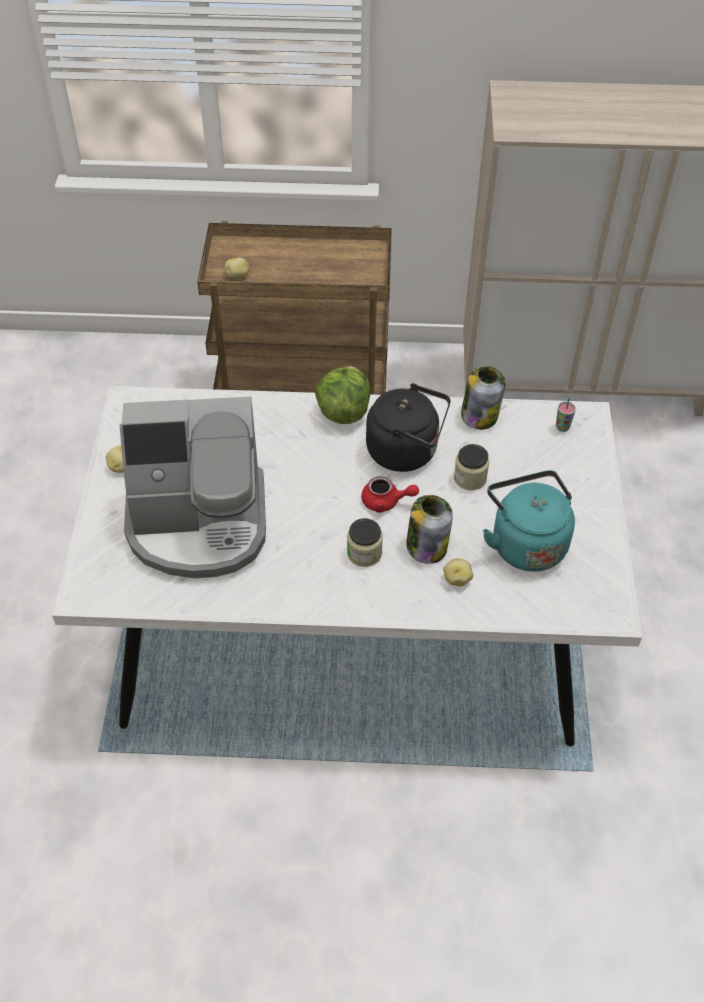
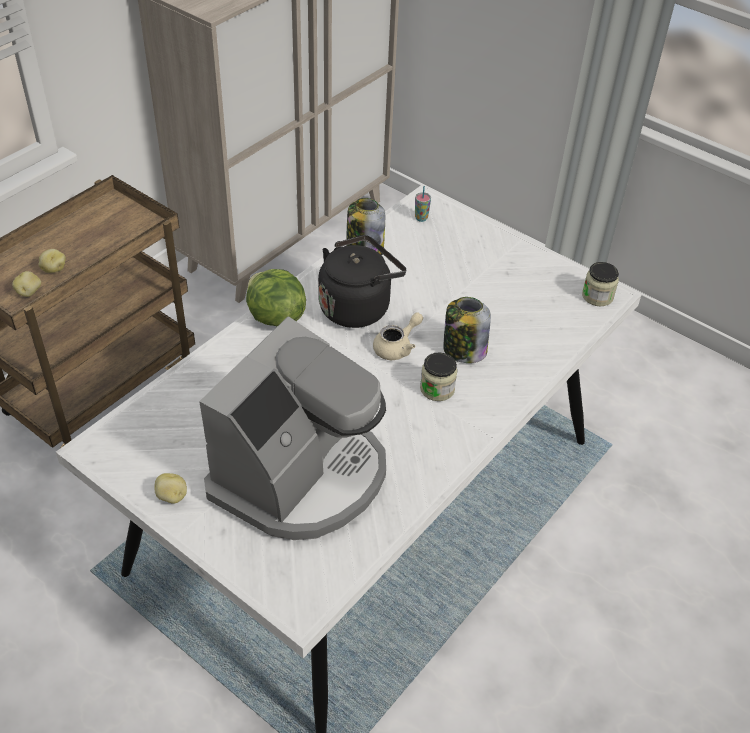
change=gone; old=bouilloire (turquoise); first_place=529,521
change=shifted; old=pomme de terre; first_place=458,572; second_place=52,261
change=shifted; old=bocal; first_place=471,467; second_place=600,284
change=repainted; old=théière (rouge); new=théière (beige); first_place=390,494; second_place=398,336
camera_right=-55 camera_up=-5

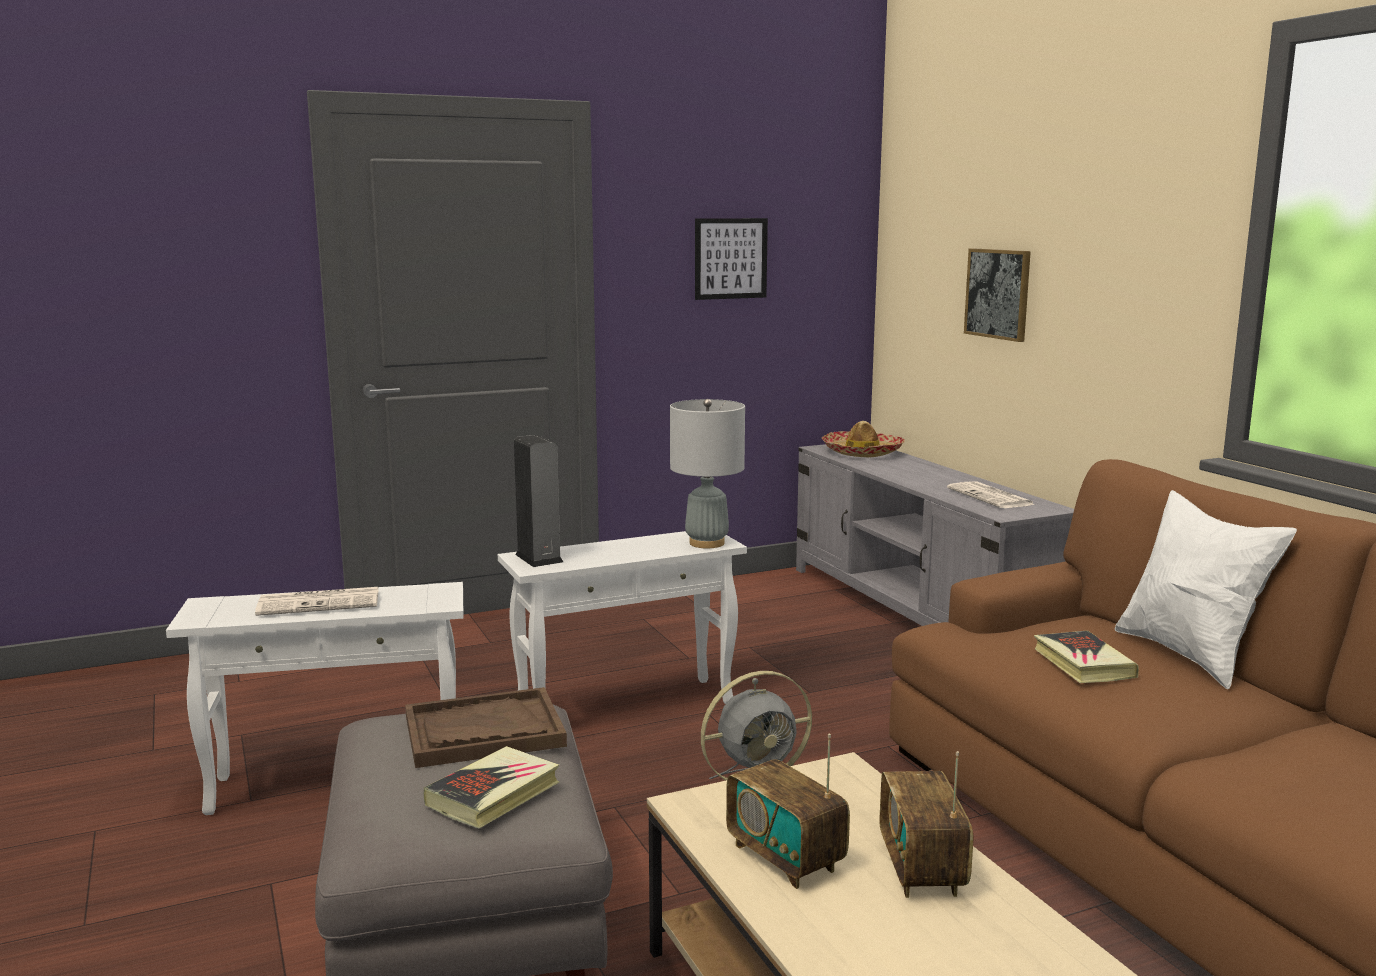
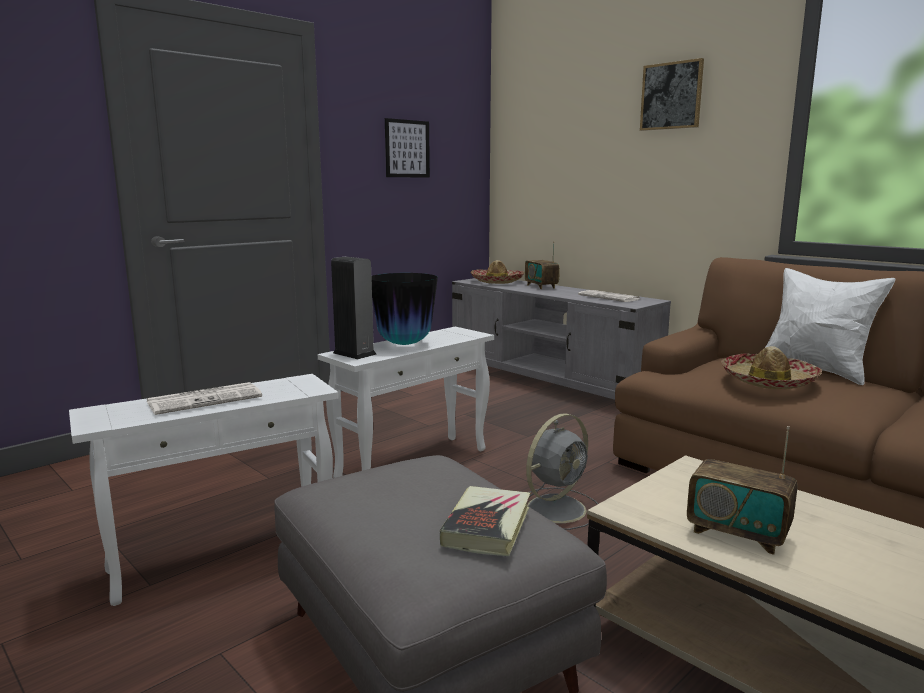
change=gone; old=plateau (marron); first_place=486,727
change=gone; old=lampe de table (gris); first_place=707,473
change=new; new=vase; second_place=404,309
change=shifted; old=radio; first_place=926,824; second_place=542,265
change=shifted; old=tableau; first_place=997,295; second_place=672,94
change=swapped; old=livre; new=chapeau; first_place=1086,657; second_place=771,367
camera_right=-20 camera_up=0

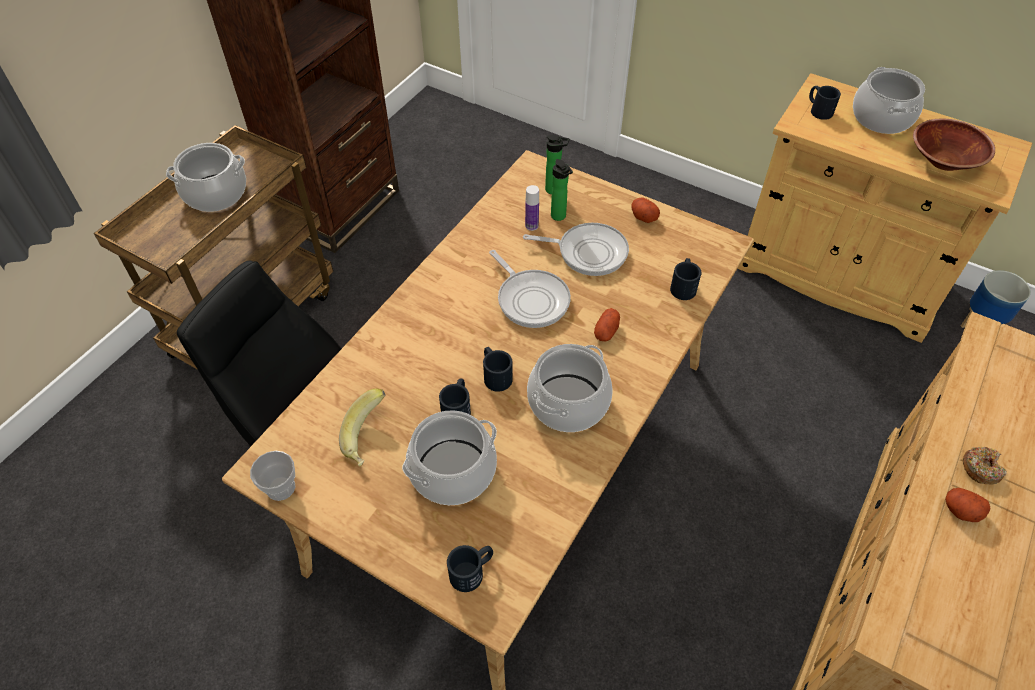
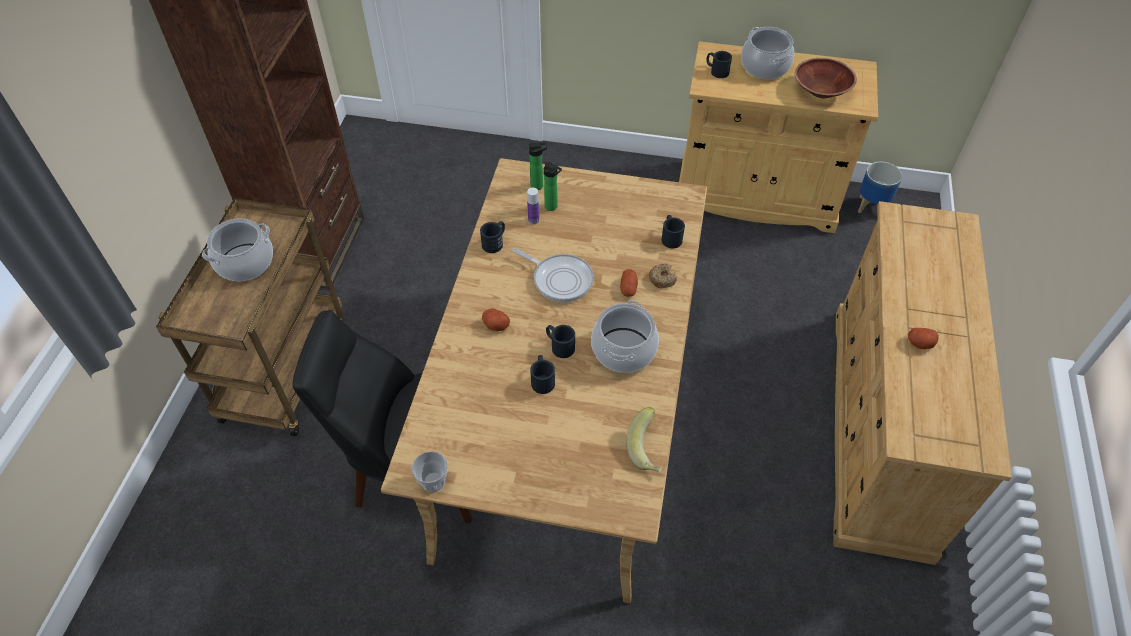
change=gone; old=marmite; first_place=449,457
change=gone; old=poêle; first_place=576,249
change=shifted; old=banane; first_place=362,427; second_place=644,440
change=shifted; old=mug (noir); first_place=470,568; second_place=492,237
change=shifted; old=pomme de terre; first_place=645,210; second_place=496,319
change=shifted; old=beignet; first_place=985,465; second_place=662,276
camera_right=-20 camera_up=0

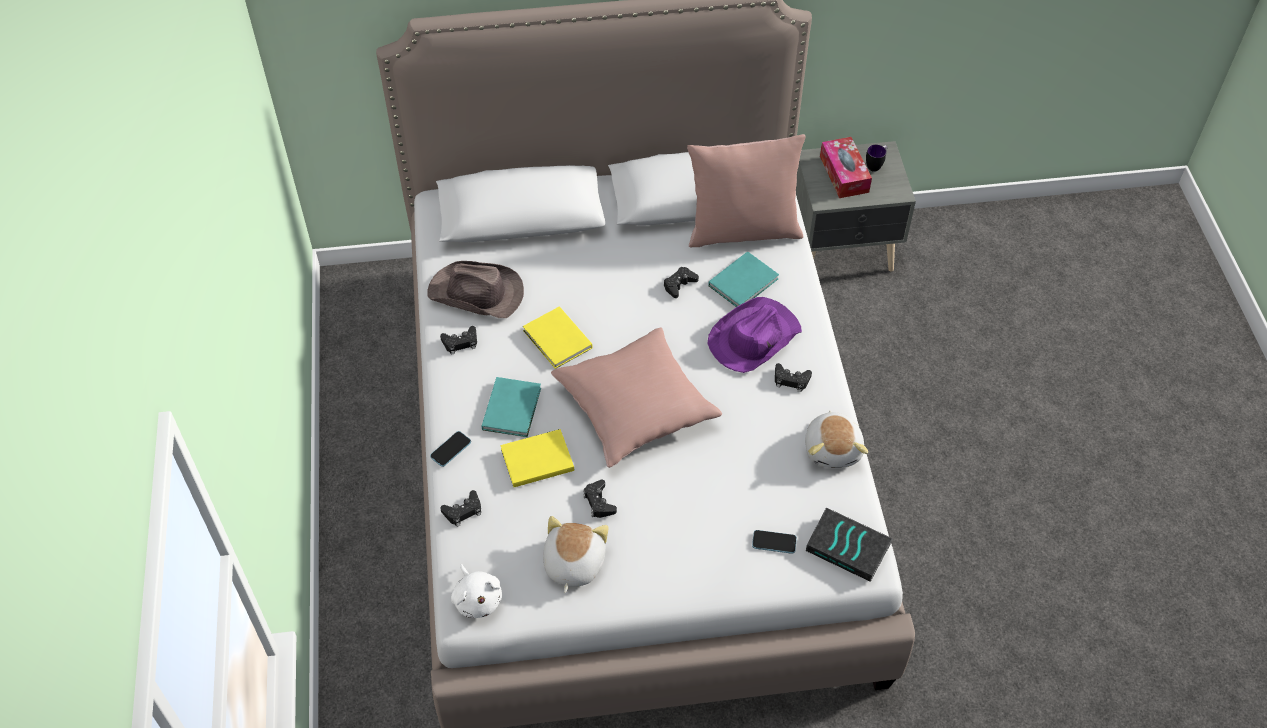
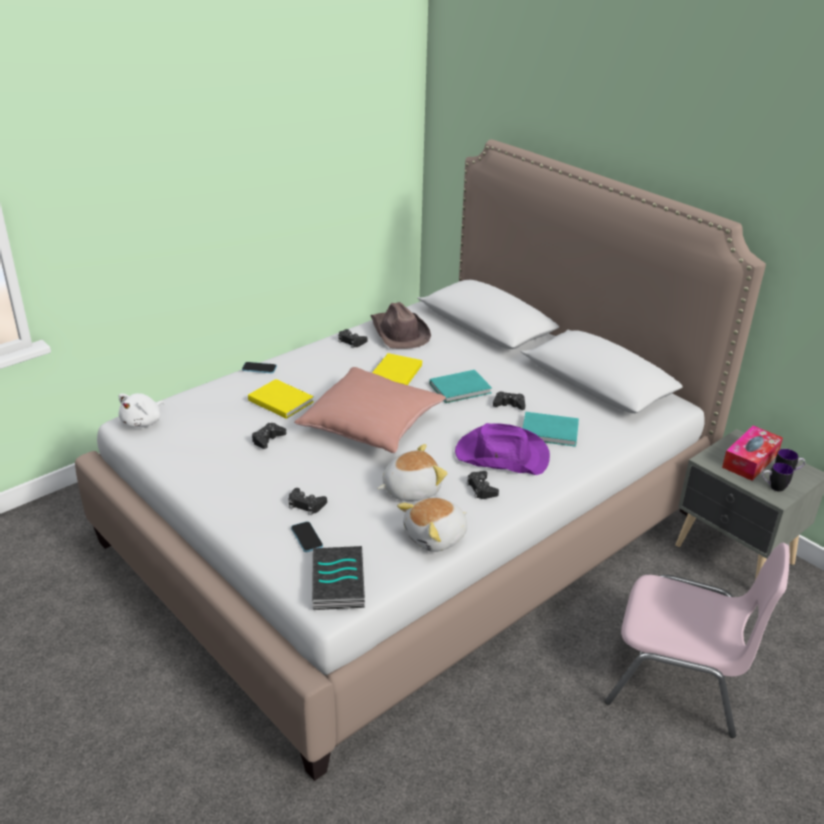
change=gone; old=coussin (rose); first_place=746,190
change=new; new=chaise (rose); second_place=697,640
change=new; new=mug; second_place=778,477
change=shifted; old=manette (noir); first_place=460,508; second_place=308,501
change=shifted; old=livre (turquoise); first_place=511,407; second_place=461,386
change=shifted; old=peluche; first_place=576,554; second_place=412,472
camera_right=55 camera_up=-20

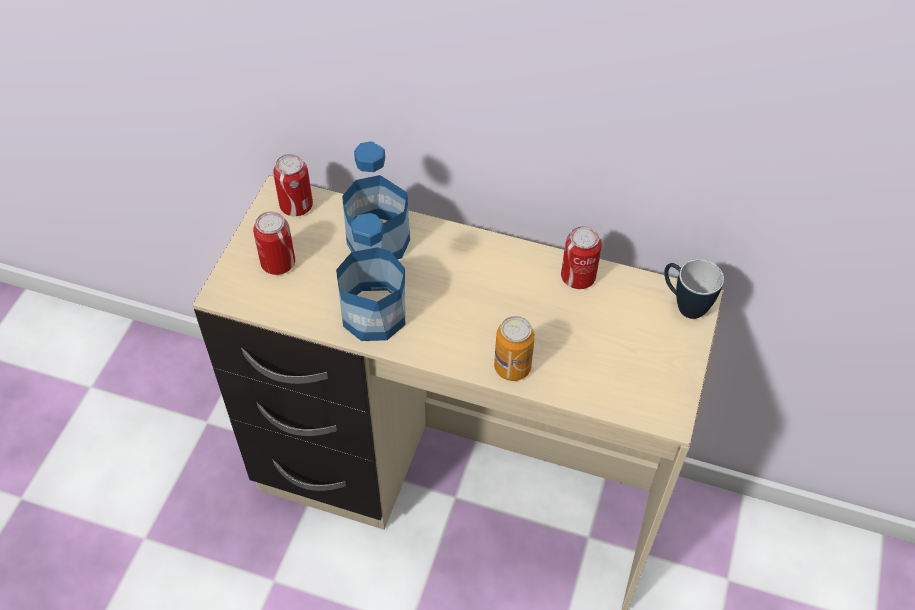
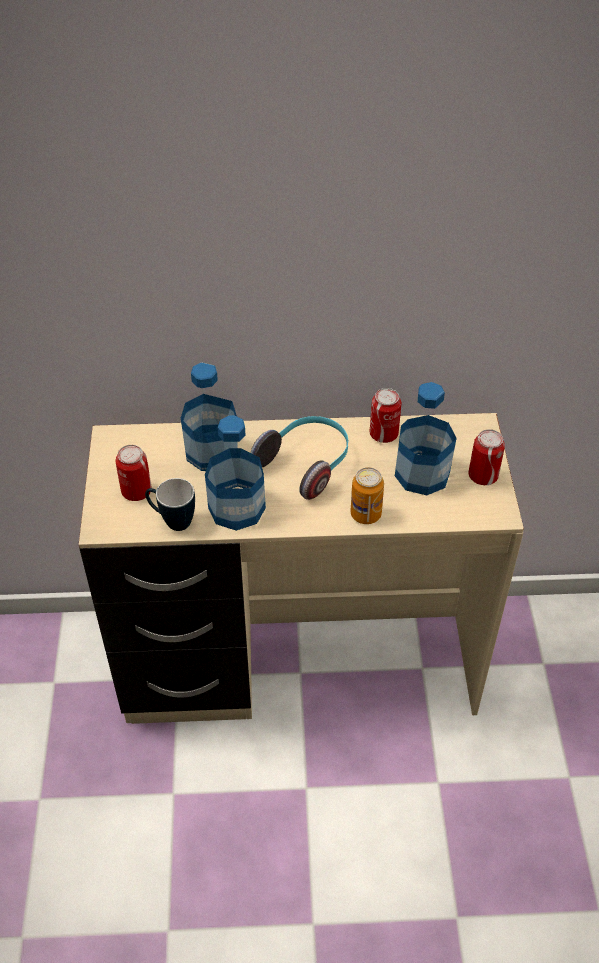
change=new; new=casque audio; second_place=299,458
change=new; new=bouteille; second_place=426,438
change=shifted; old=boîte métallique; first_place=293,185; second_place=486,457
change=shifted; old=mug; first_place=694,289; second_place=170,504
camera_right=-20 camera_up=-5

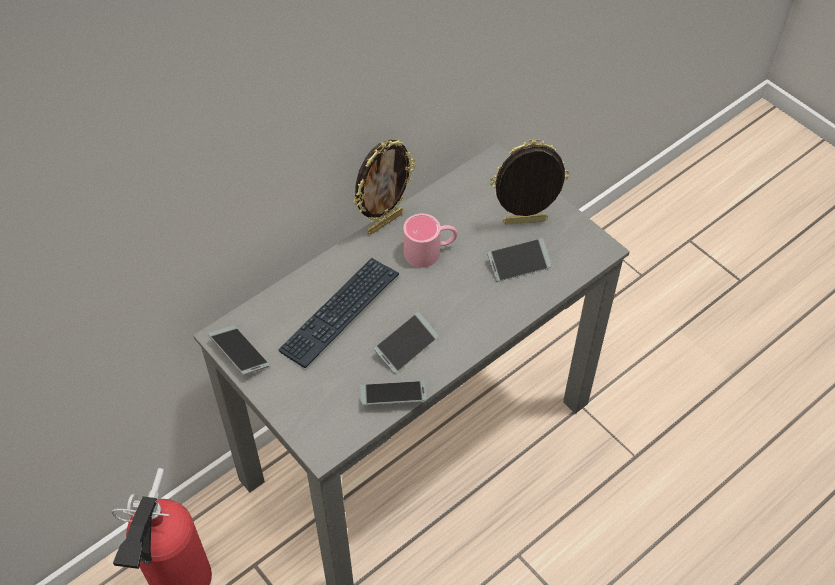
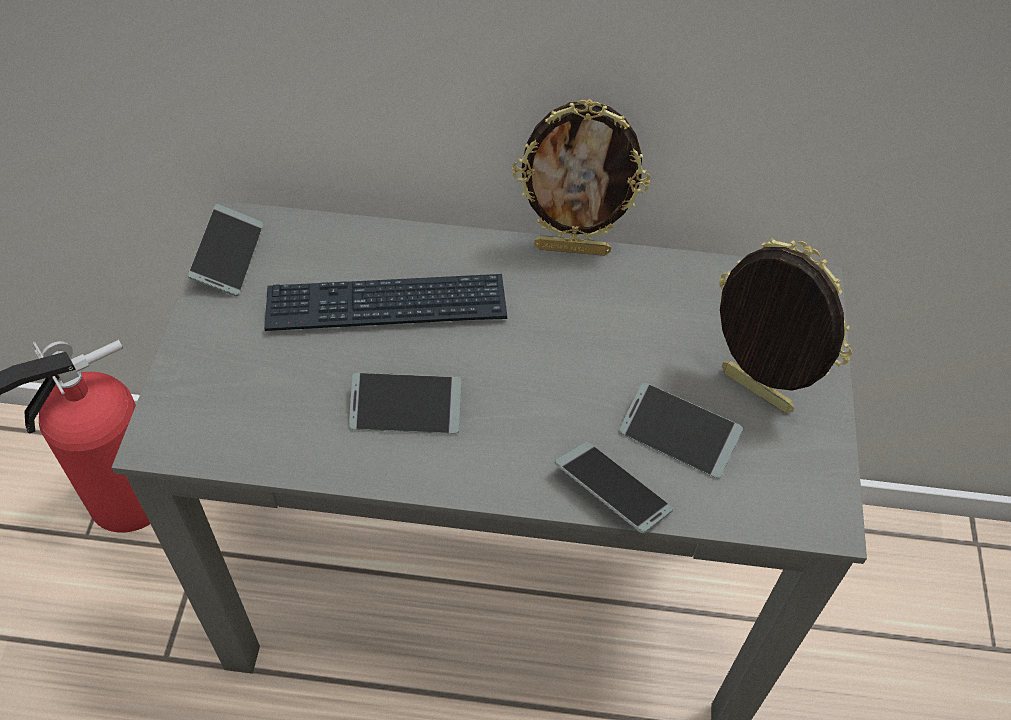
change=gone; old=mug (rose); first_place=430,241
change=shifted; old=téléphone; first_place=393,393; second_place=614,487
camera_right=45 camera_up=0

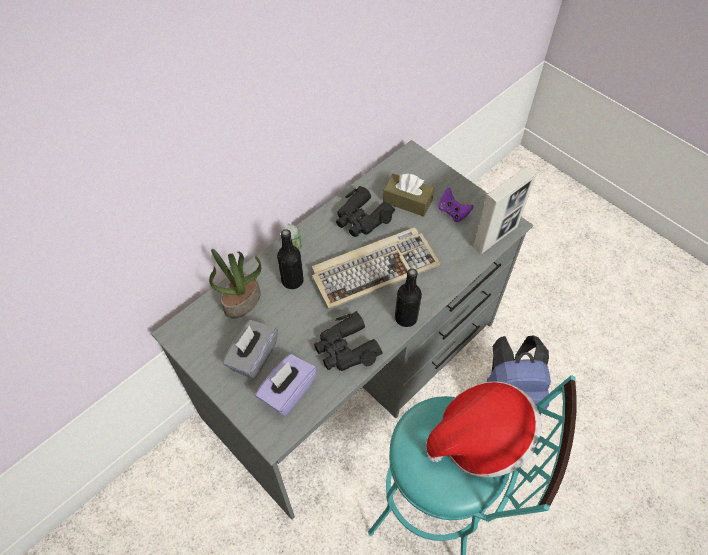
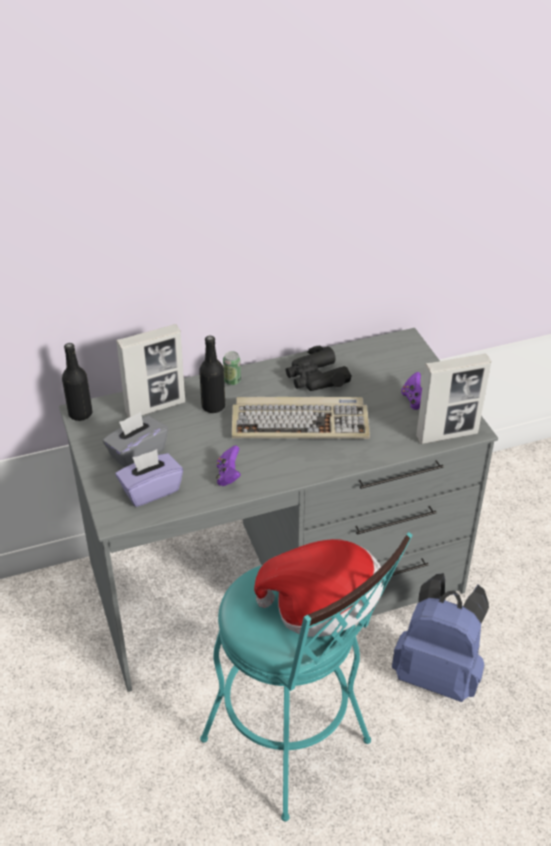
change=gone; old=boîte à mouchoirs (marron); first_place=408,195
change=shifted; old=bouteille (noir); first_place=408,298; second_place=77,382
change=swapped; old=plante en pot; new=cadre photo; first_place=235,283; second_place=150,371
change=swapped; old=jumelles (noir); new=manette (violet); first_place=348,341; second_place=228,466
camera_right=25 camera_up=-15

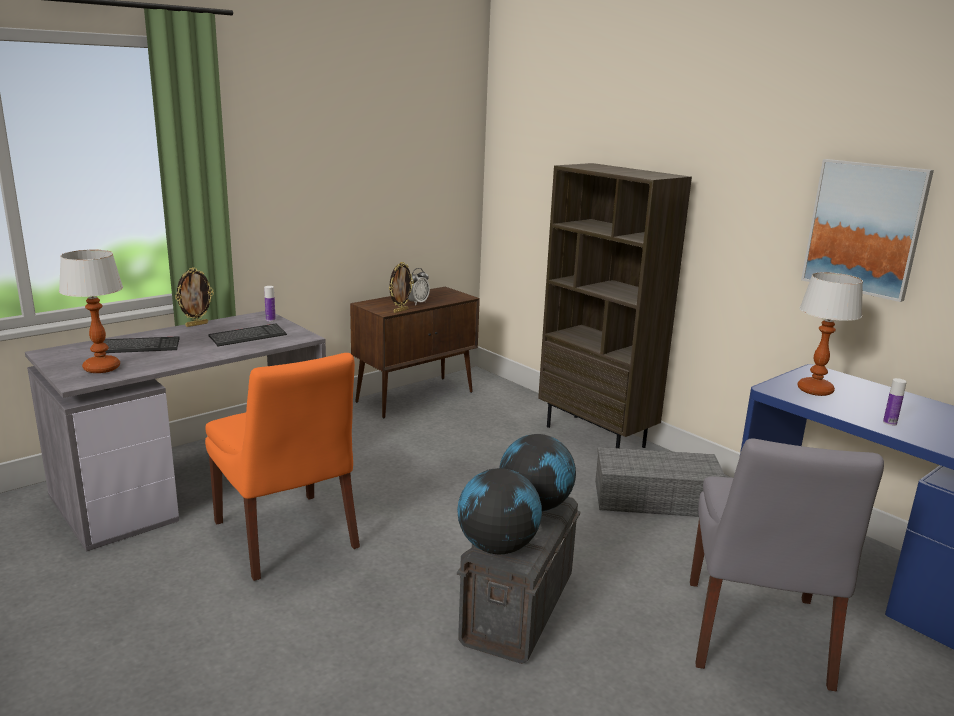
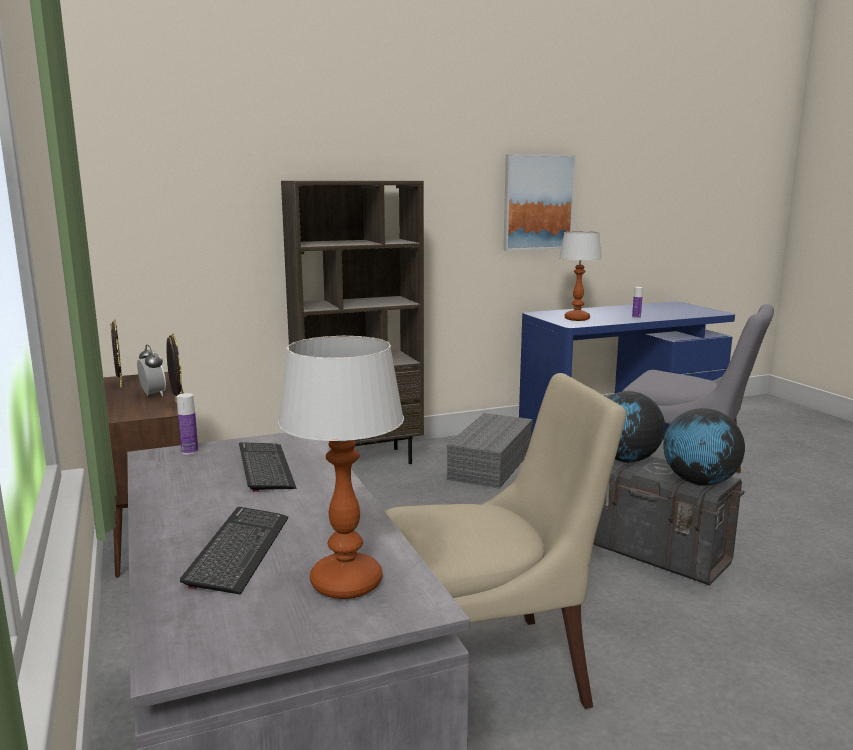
change=shifted; old=cadre photo; first_place=194,297; second_place=116,353
change=repainted; old=chaise (orange); new=chaise (beige); first_place=282,467; second_place=505,541
camera_right=-70 camera_up=-5

